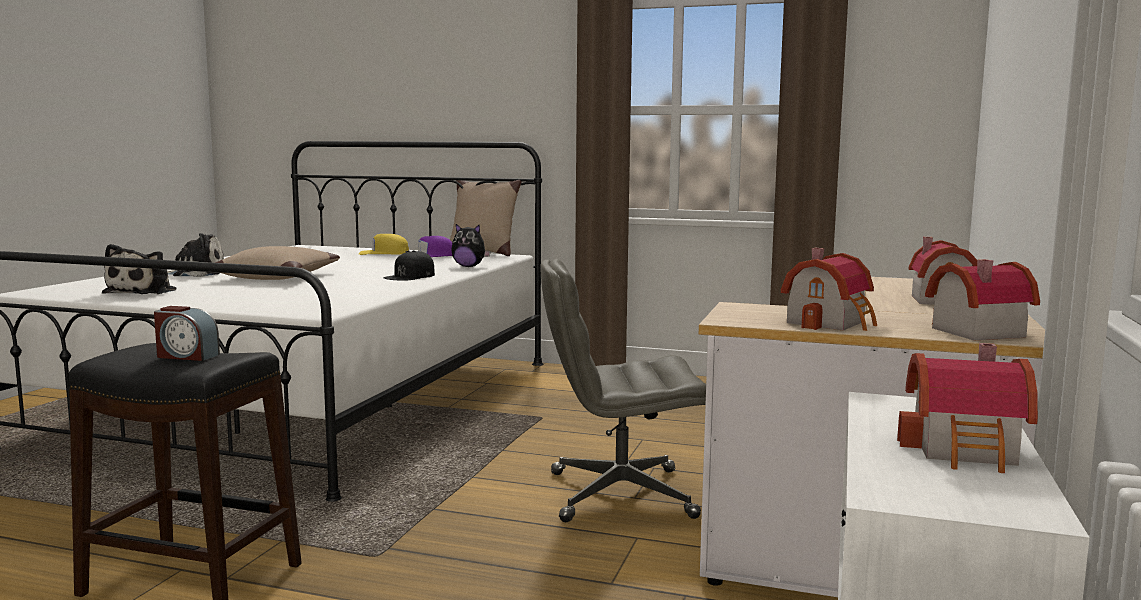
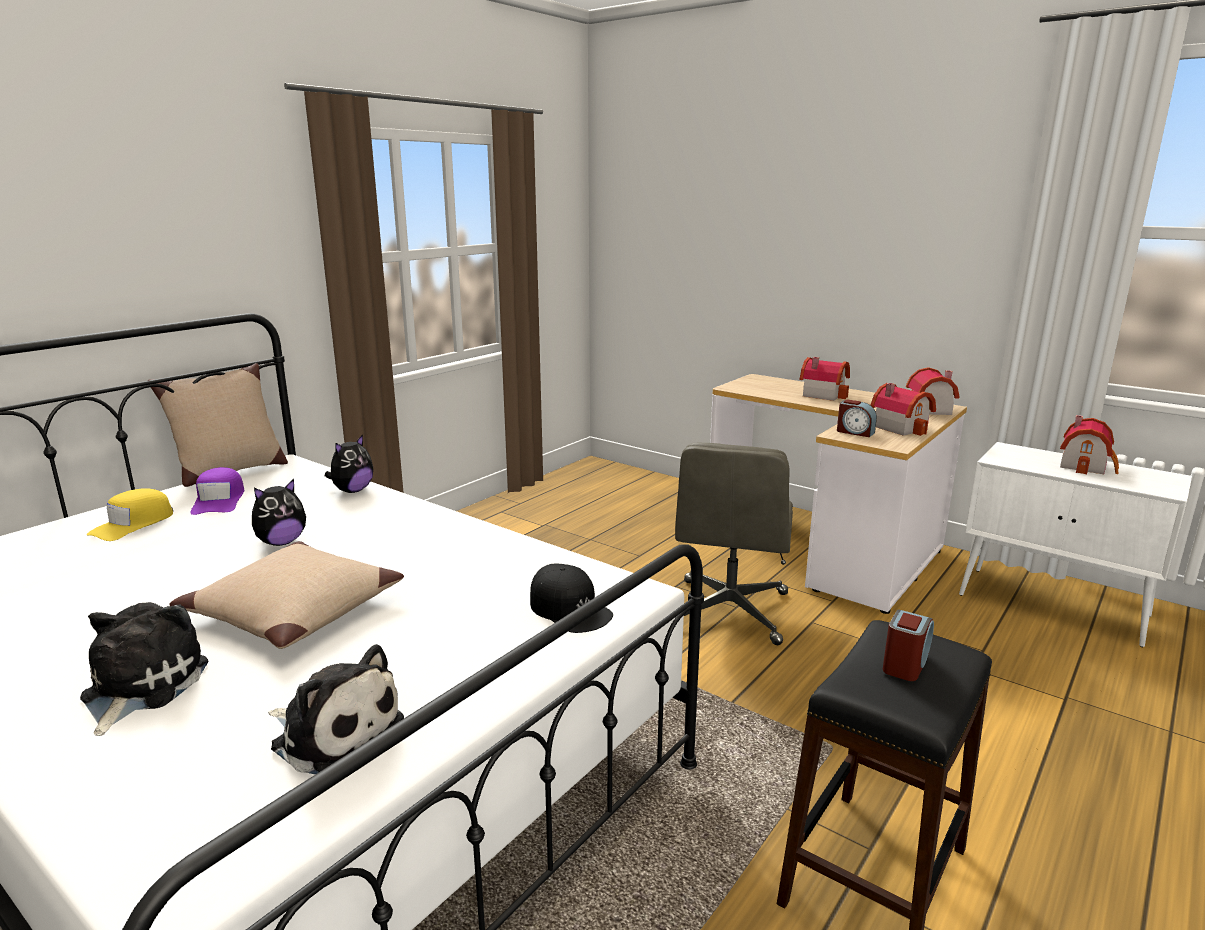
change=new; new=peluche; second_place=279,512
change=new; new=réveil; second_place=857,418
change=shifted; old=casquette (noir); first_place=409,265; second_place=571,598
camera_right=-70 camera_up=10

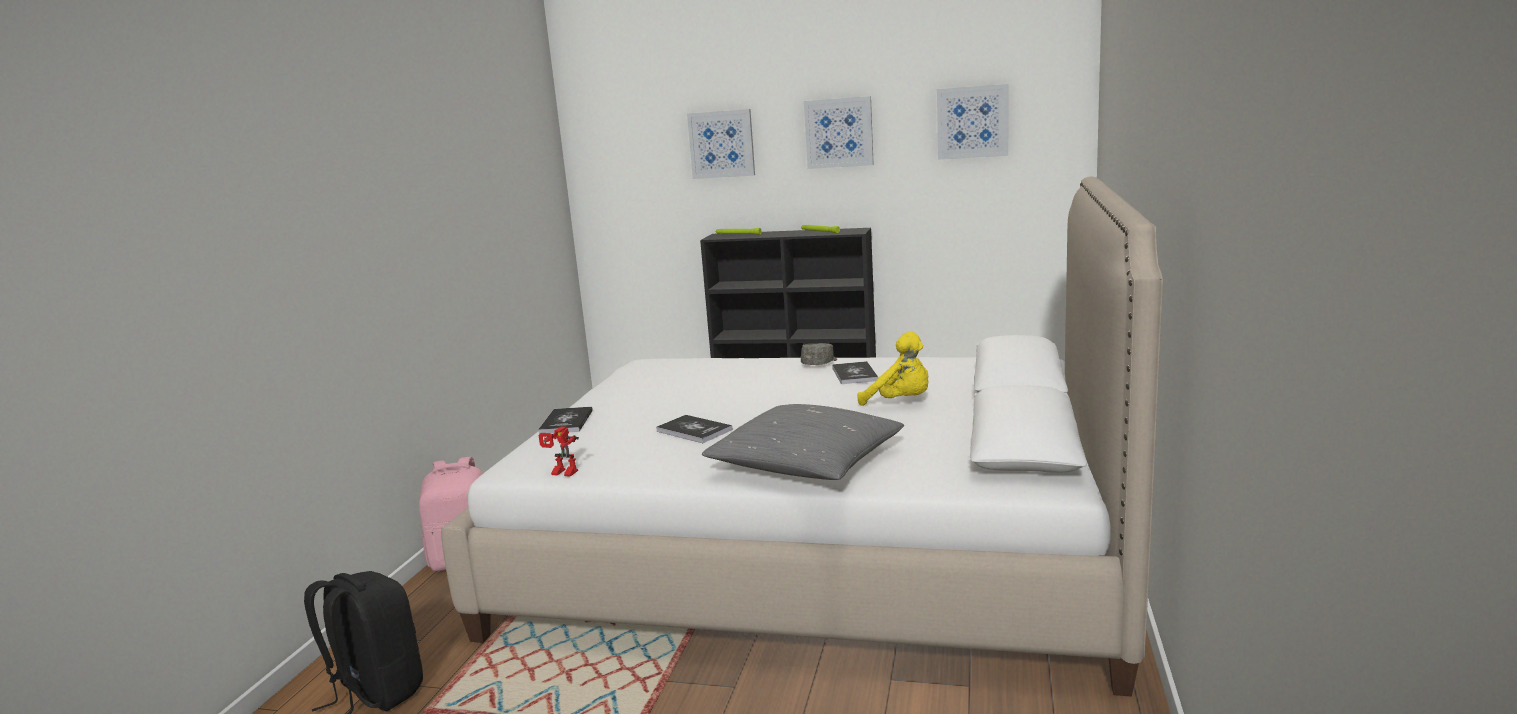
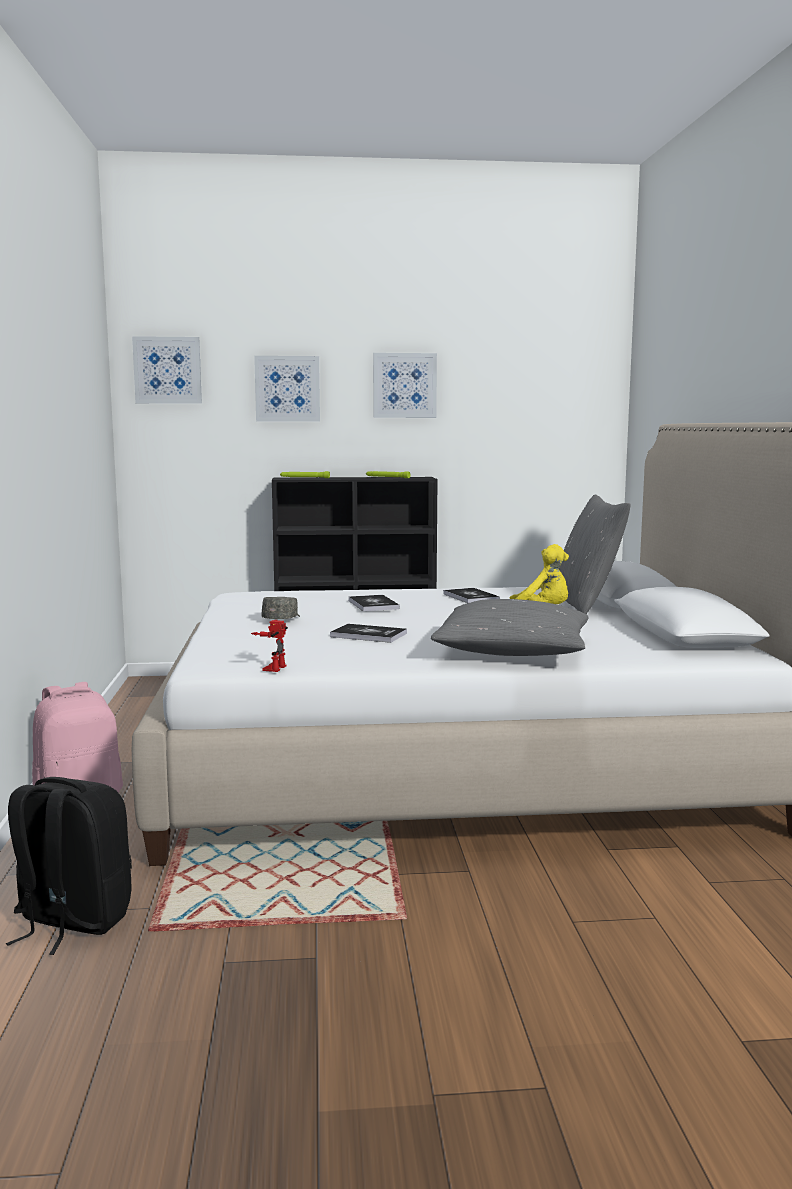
change=new; new=coussin (gris); second_place=594,554
change=shifted; old=livre; first_place=565,420; second_place=374,603
change=shifted; old=casquette (gris); first_place=819,354; second_place=281,608
change=shifted; old=tableau; first_place=972,122; second_place=167,370
change=rotated; old=robot jouet; first_place=558,452; second_place=269,646; degrees=105
camera_right=-20 camera_up=-5

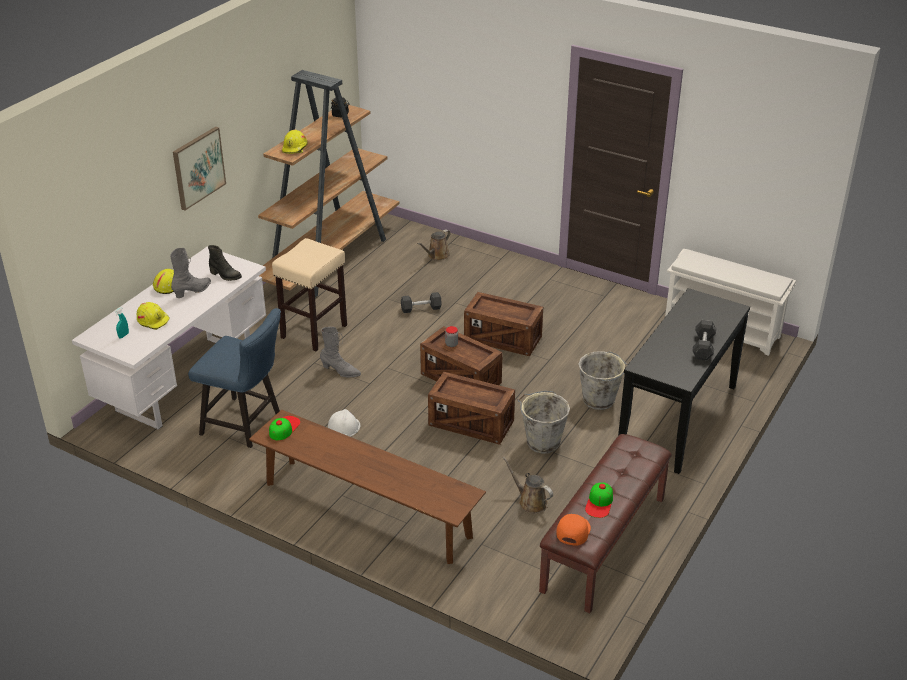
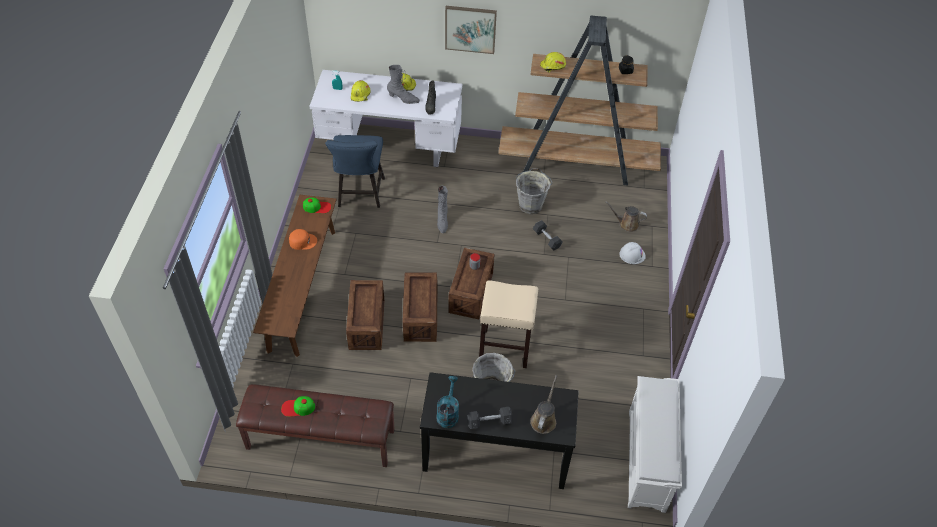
change=new; new=arrosoir (turquoise); second_place=447,402
change=shifted; old=tabouret (beige); first_place=309,294; second_place=508,324
change=shifted; old=casque de chantier (blanc); first_place=344,423; second_place=632,253
change=shifted; old=caisse; first_place=503,324; second_place=365,315
change=shifted; old=arrosoir (marron); first_place=528,485; second_place=544,404
change=shifted; old=seau (gris); first_place=544,422; second_place=534,191
change=shifted; old=casquette (orange); first_place=573,530; second_place=303,239
camera_right=65 camera_up=15

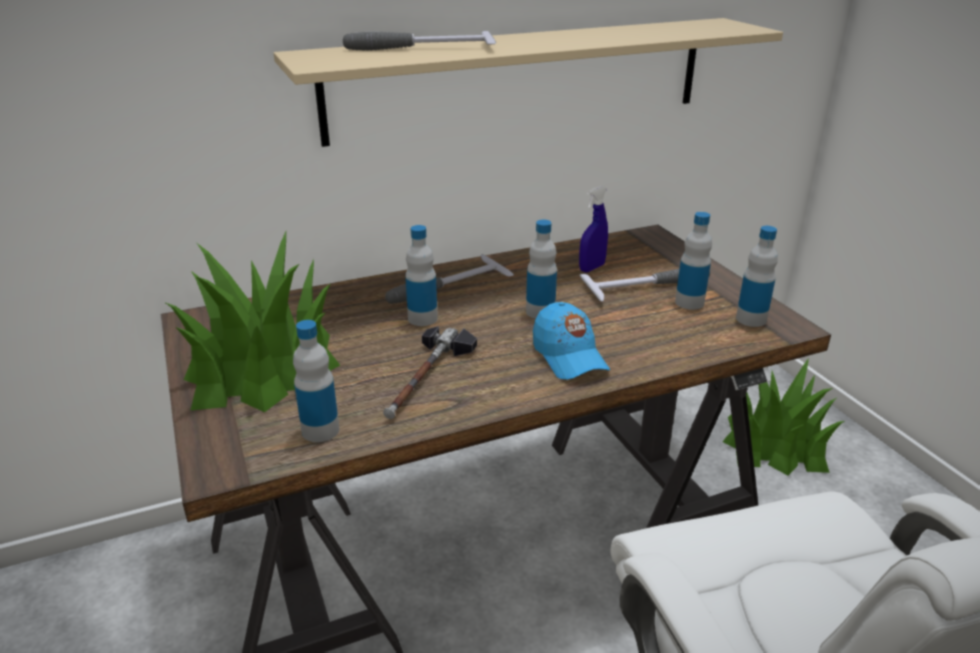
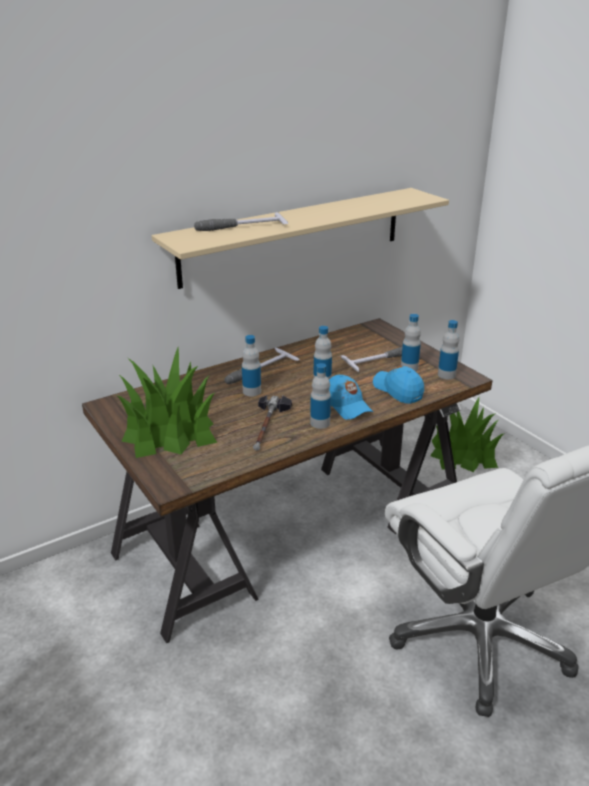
change=gone; old=vaporisateur (bleu); first_place=593,229
change=new; new=casquette (bleu); second_place=398,385
change=shifted; old=bouteille; first_place=316,381; second_place=320,396
camera_right=-10 camera_up=0

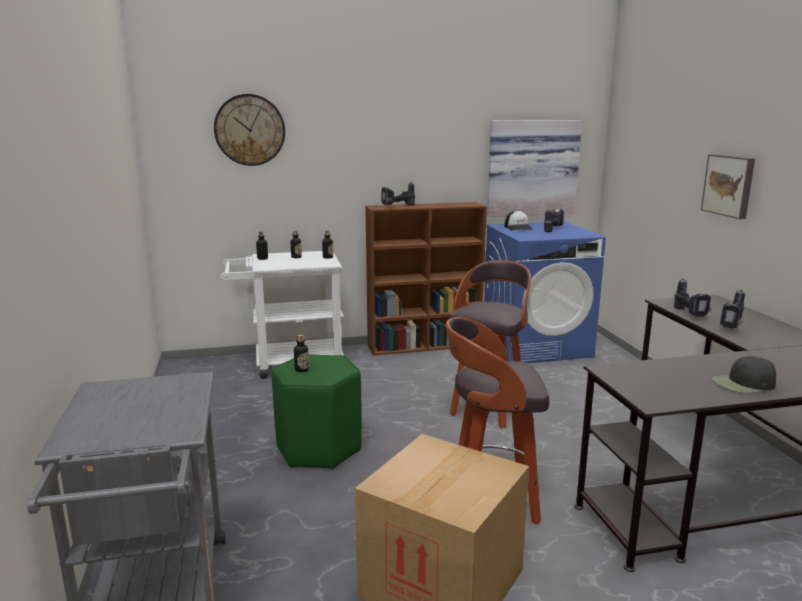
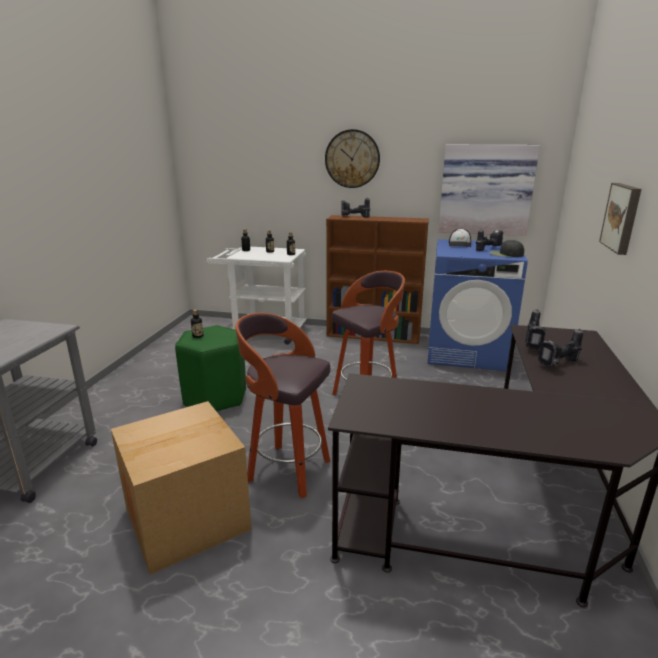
change=shifted; old=horloge murale; first_place=249,130; second_place=352,158
change=shifted; old=casquette (noir); first_place=744,374; second_place=507,248
camera_right=25 camera_up=5

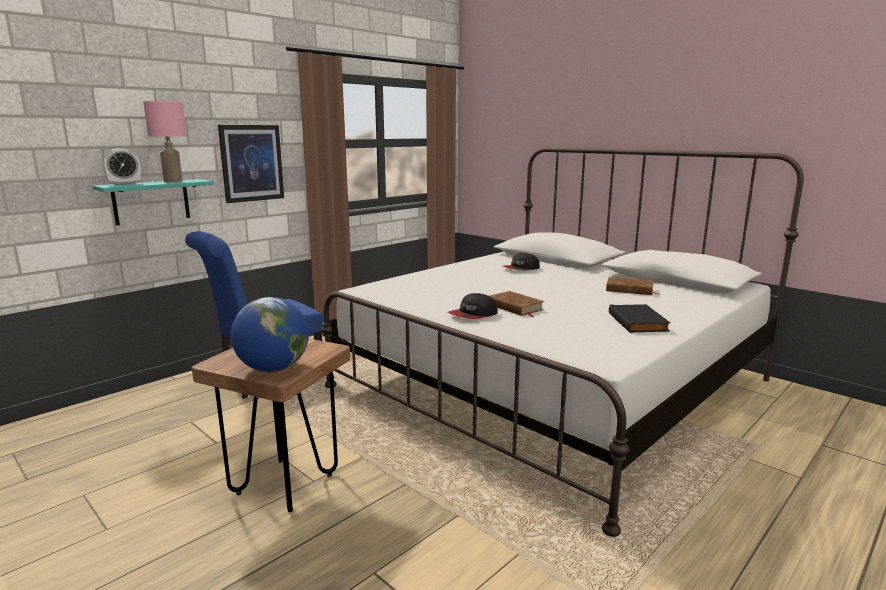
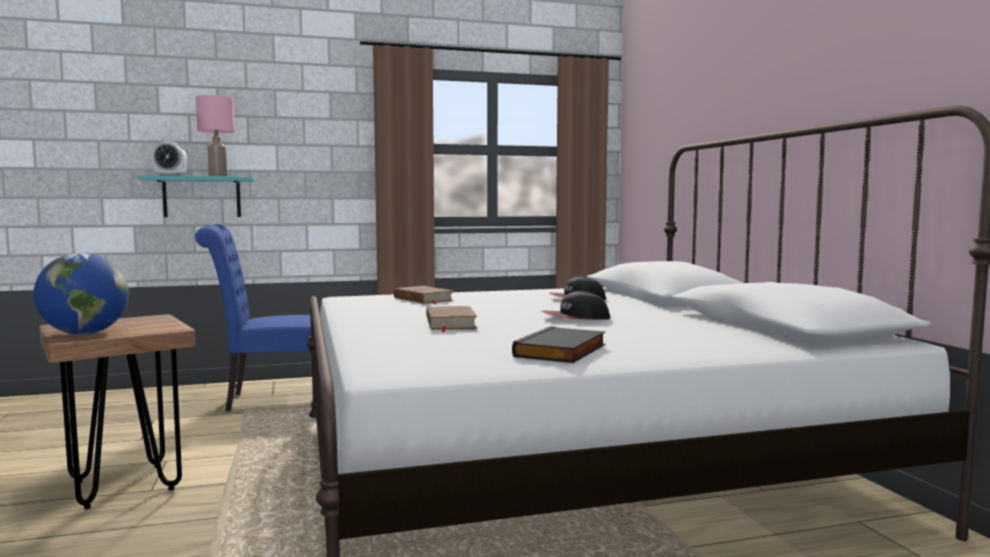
change=gone; old=tableau; first_place=251,164
change=shifted; old=casquette; first_place=472,306; second_place=576,305
change=shifted; old=livre (marron); first_place=633,286; second_place=423,295
camera_right=30 camera_up=-10

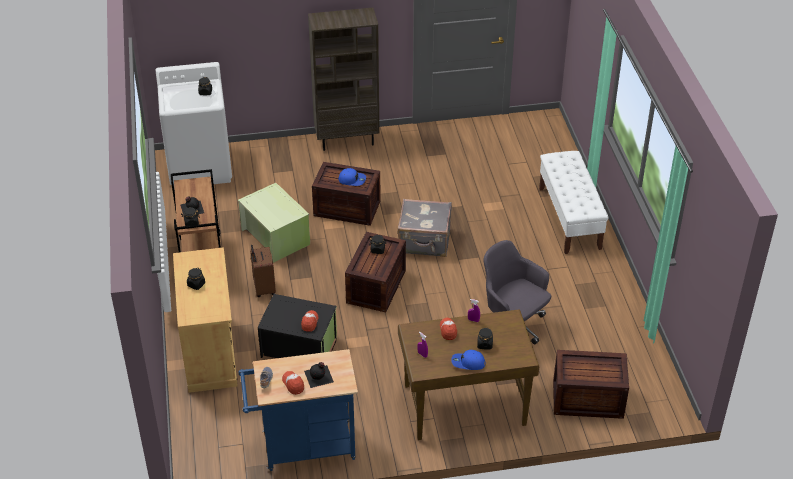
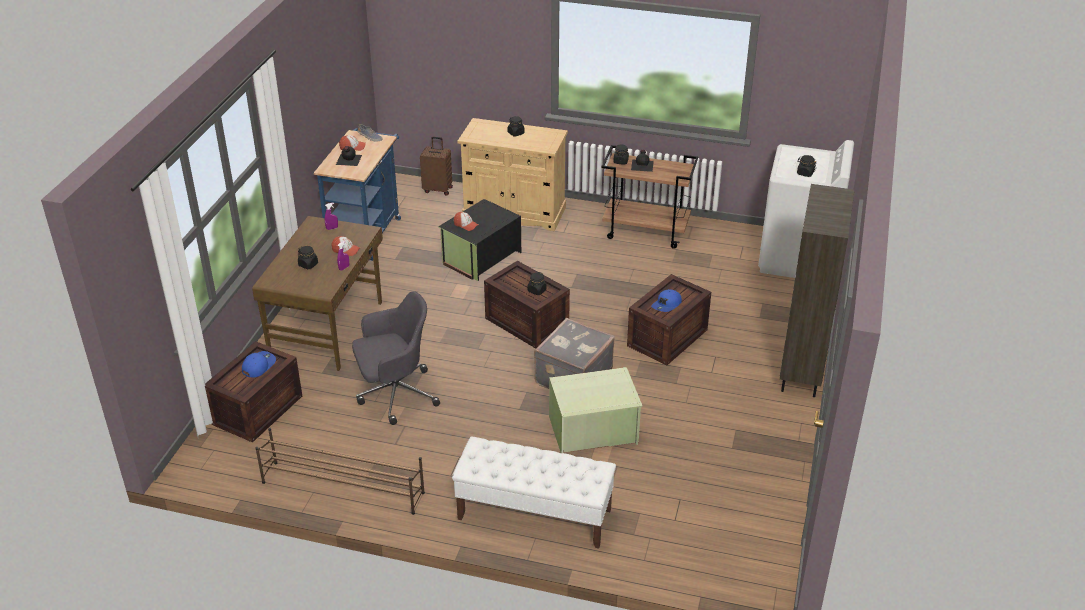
change=new; new=étagère à chaussures (marron); second_place=340,471
change=shifted; old=boîte de rangement (vert); first_place=274,223; second_place=595,410
change=shifted; old=valise (marron); first_place=263,271; second_place=436,166
change=shifted; old=casquette (bleu); first_place=468,360; second_place=259,364
camera_right=115 camera_up=-5

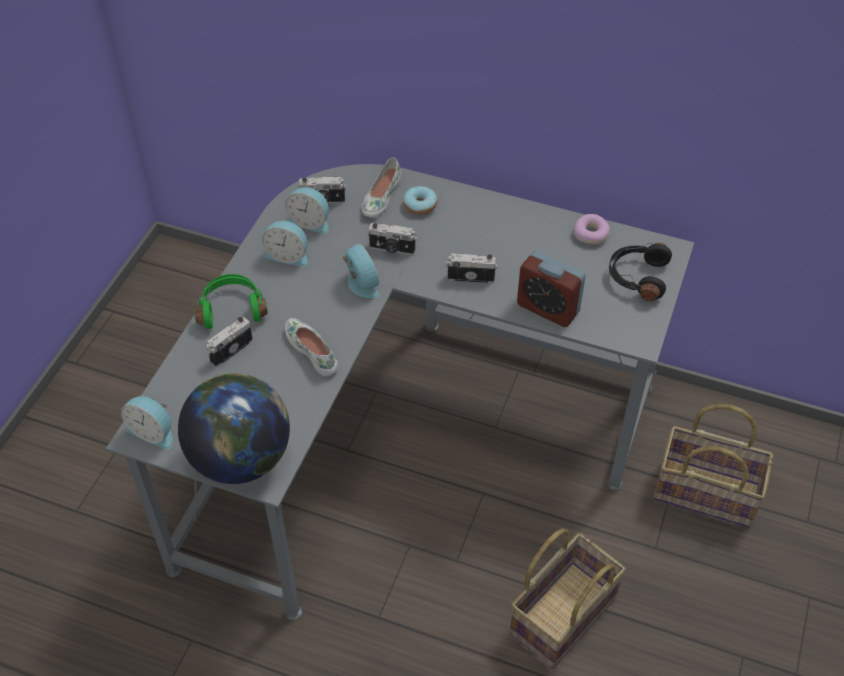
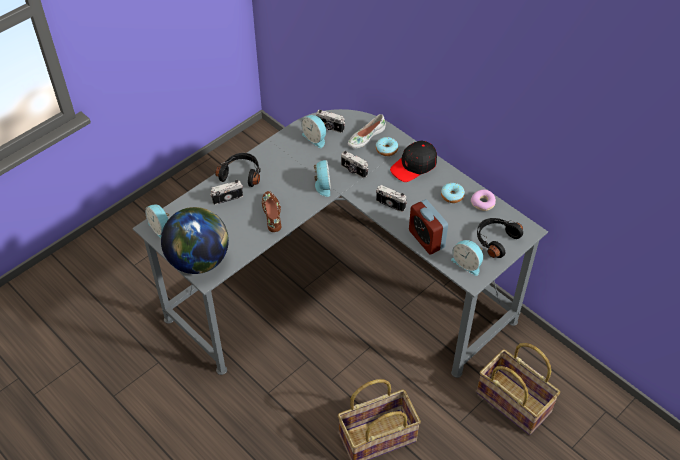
change=new; new=casquette (noir); second_place=413,161
change=new; new=beignet; second_place=453,193
change=shifted; old=réveil; first_place=285,244; second_place=467,258
change=repainted; old=casque audio (vert); new=casque audio (noir); first_place=231,301; second_place=238,170
change=repainted; old=chaussure (blanc); new=chaussure (marron); first_place=311,347; second_place=271,211
camera_right=25 camera_up=0

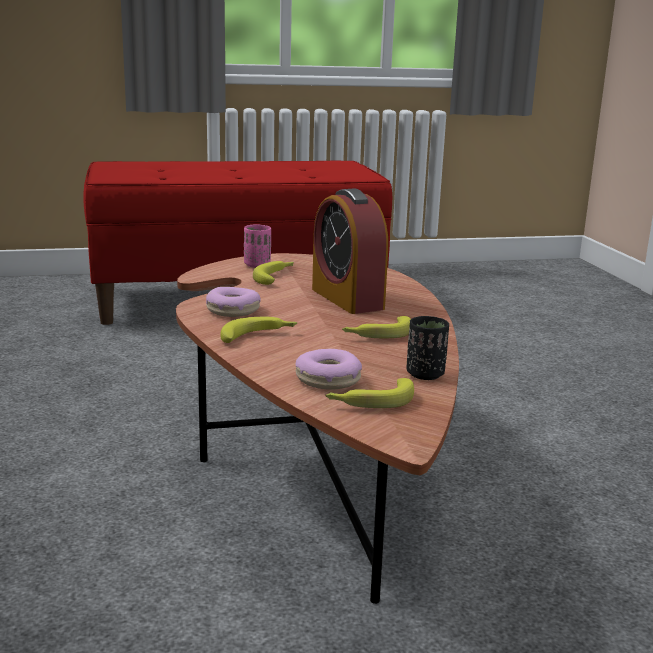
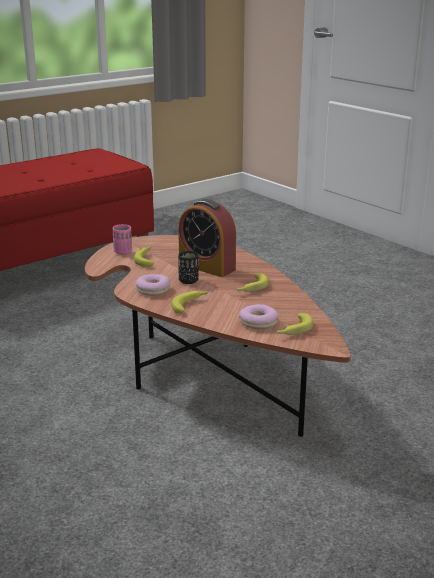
change=shifted; old=tasse (noir); first_place=427,348; second_place=188,267
camera_right=-25 camera_up=5

